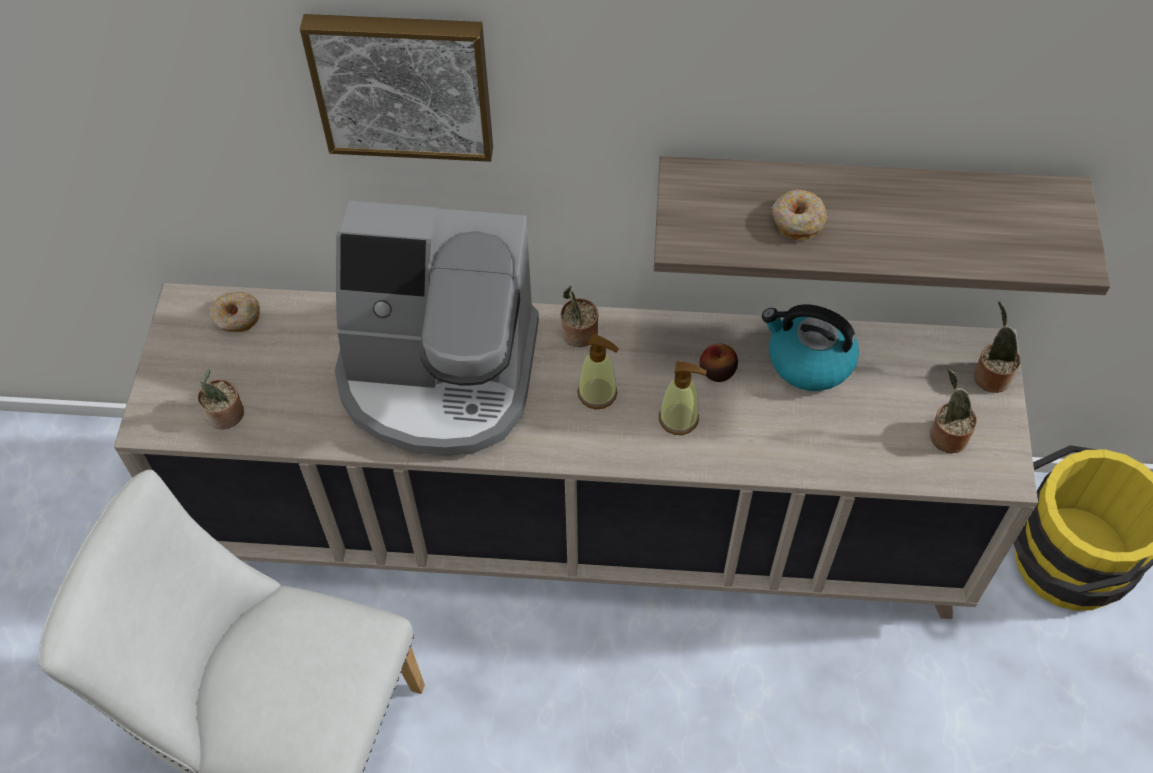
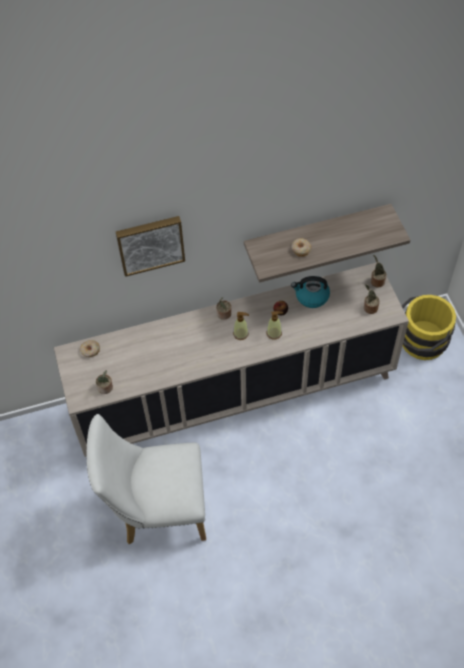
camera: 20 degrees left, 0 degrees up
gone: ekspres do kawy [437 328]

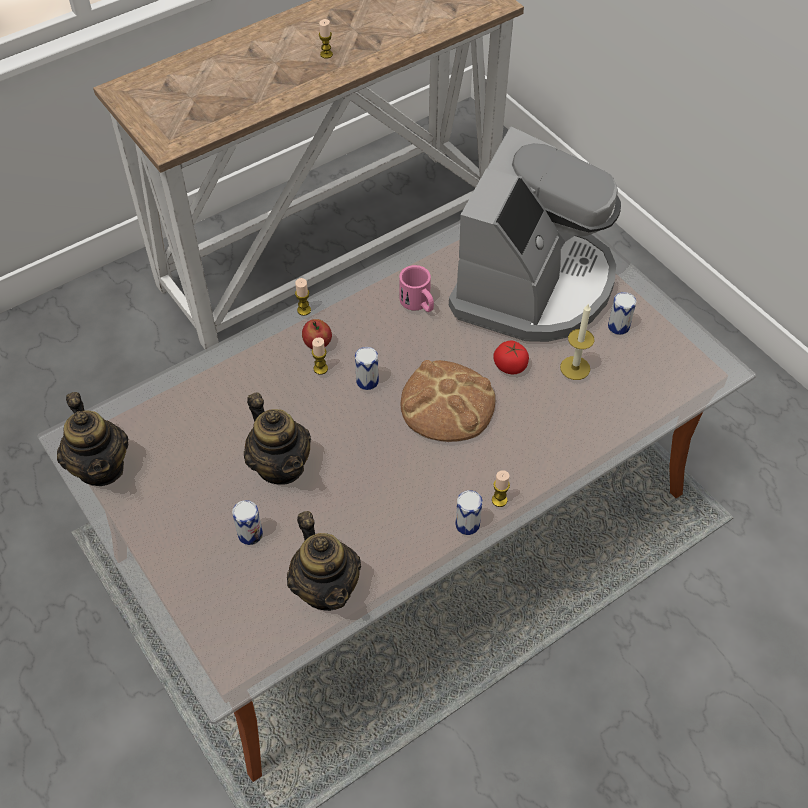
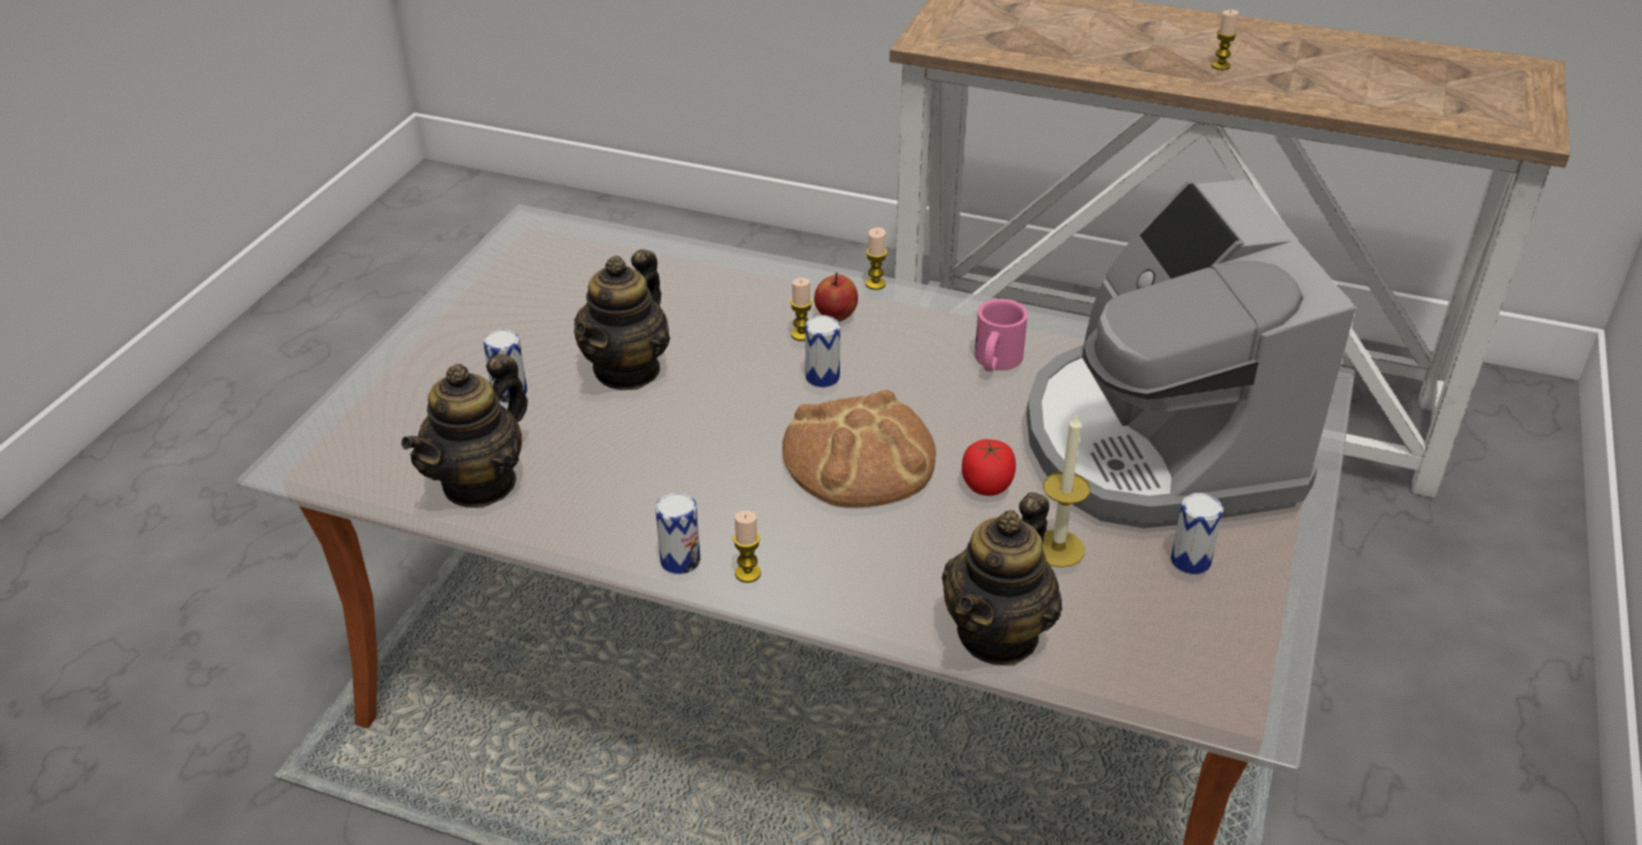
camera: 55 degrees right, 15 degrees down
shifted: imbryk [92 439] to [1002 579]
rotated: ekspres do kawy [535 234] = [1191 353] 90 degrees clockwise

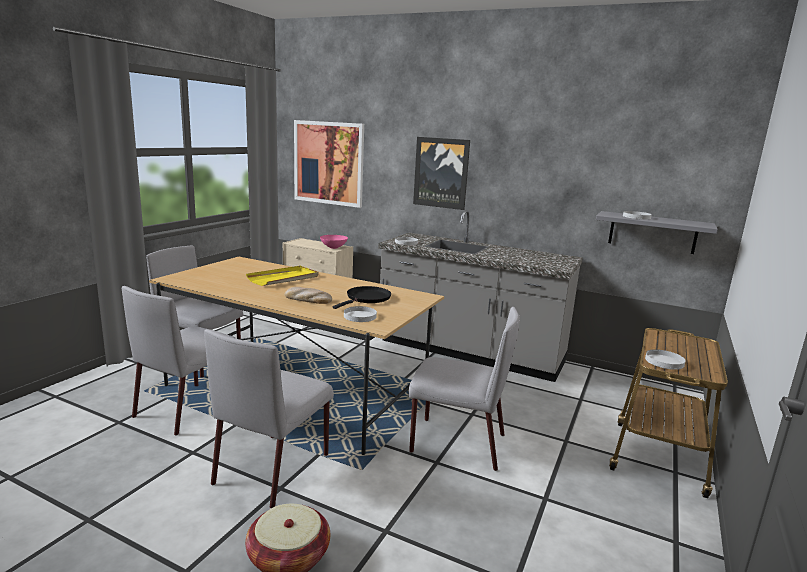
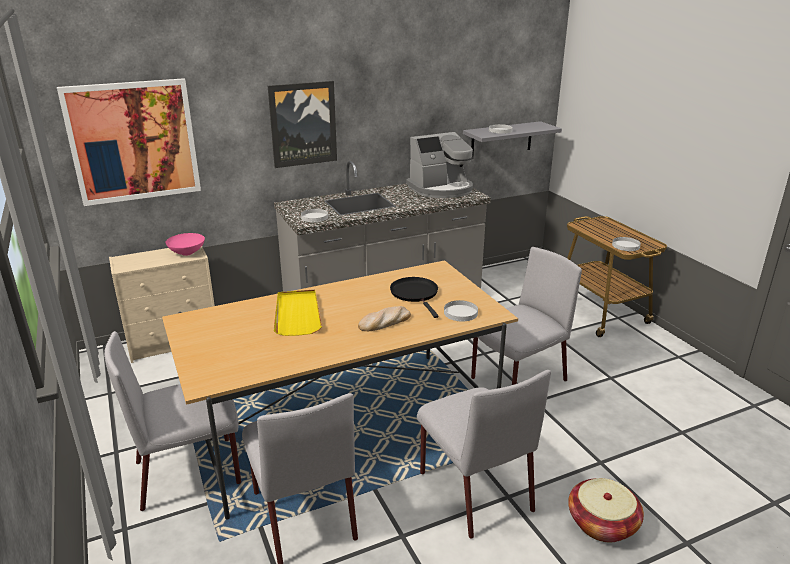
camera: 50 degrees left, 10 degrees up
new: ekspres do kawy [440 165]

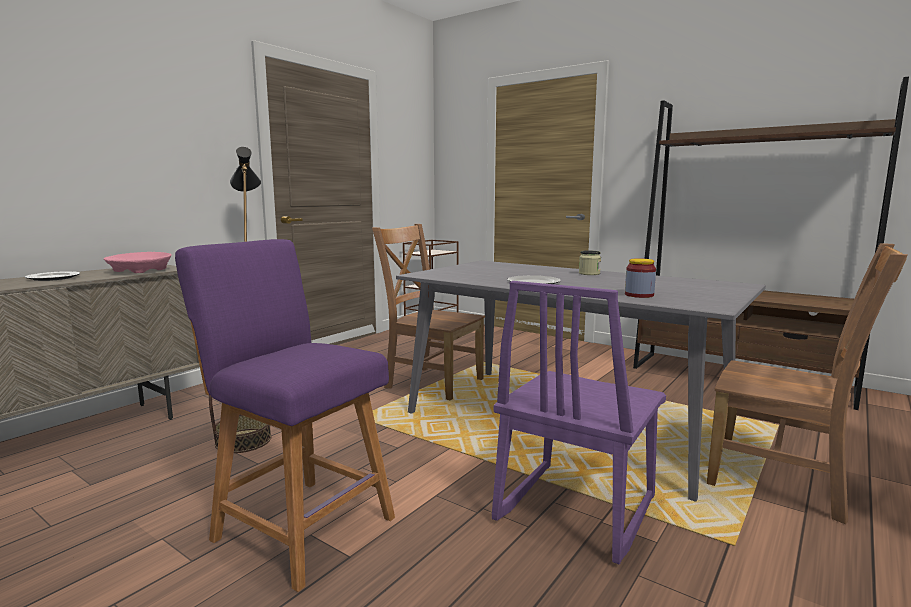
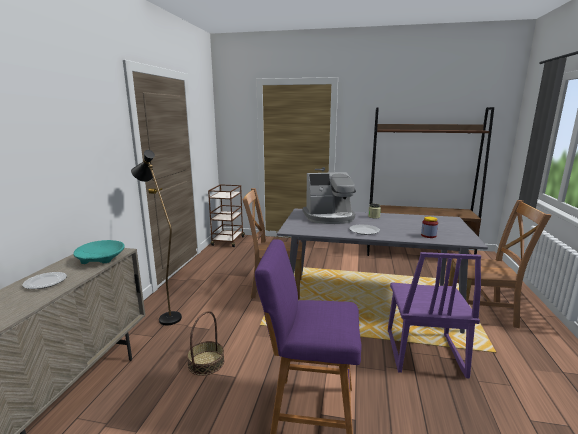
camera: 25 degrees left, 5 degrees up
new: ekspres do kawy [329 198]
repainted: miska/różowy [138 262] to miska/turkusowy [99 252]

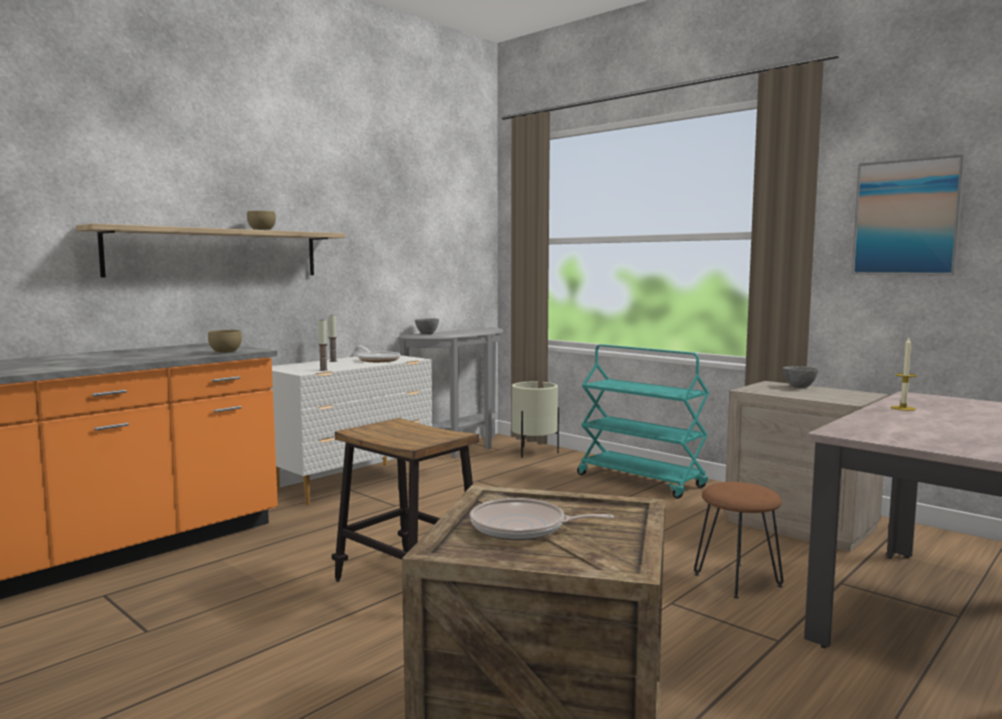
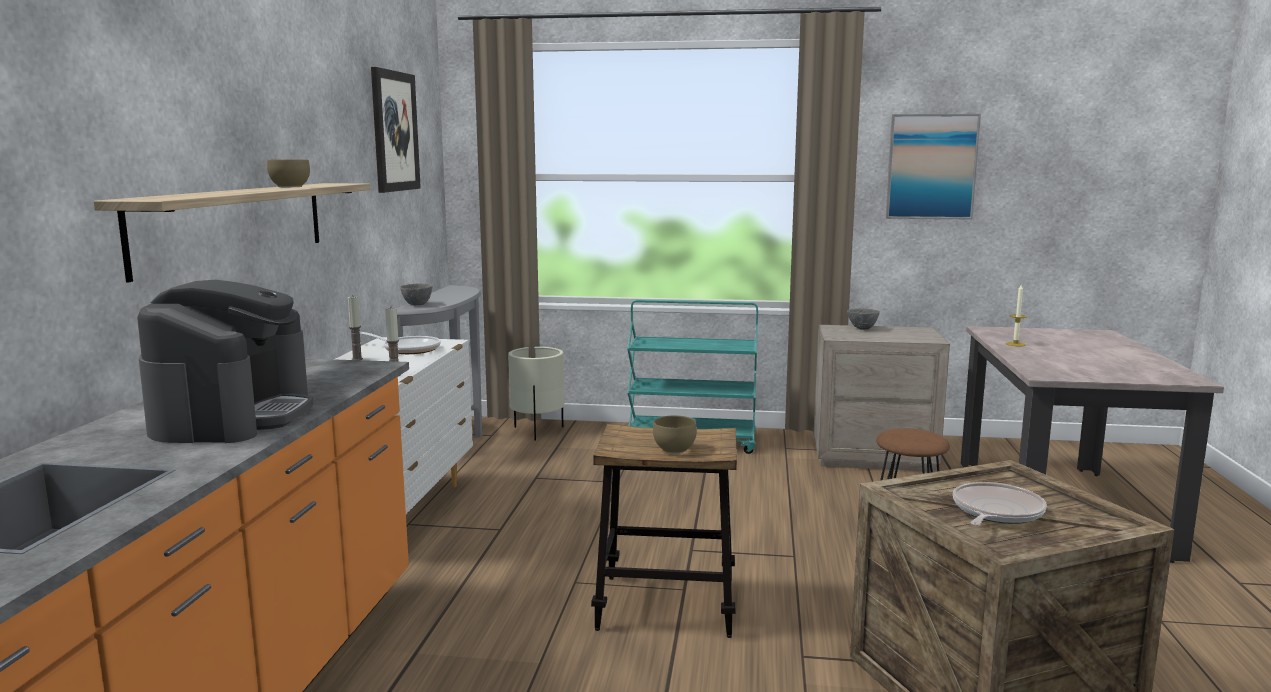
camera: 35 degrees left, 5 degrees up
new: obraz [396 130]; ekspres do kawy [225 361]
shifted: miska/brązowy [225 341] to [675 434]
rotated: patelnia [542 519] = [1000 504] 150 degrees clockwise

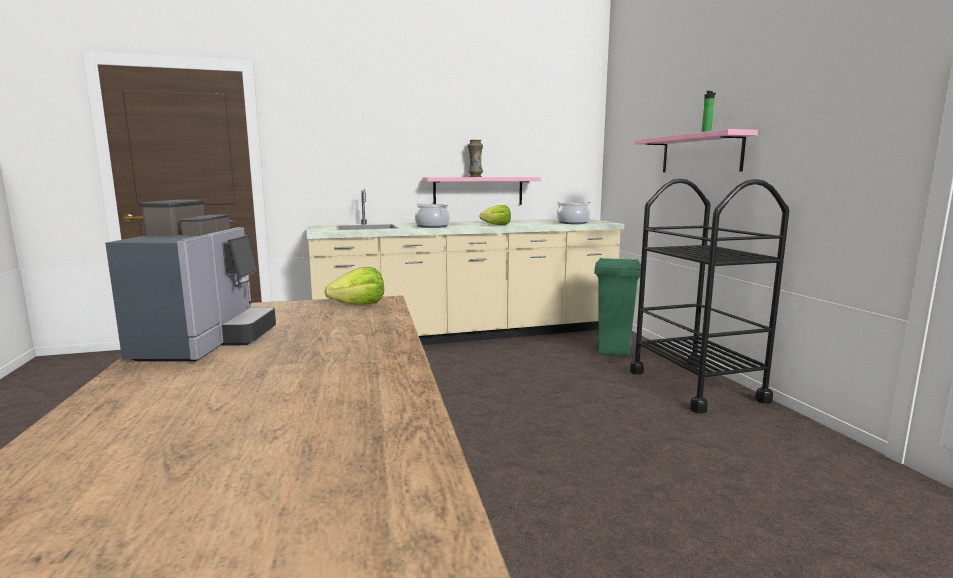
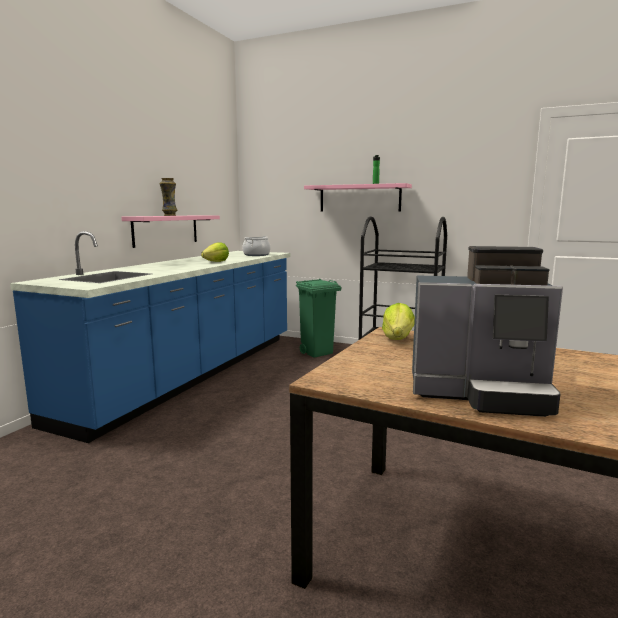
camera: 50 degrees left, 0 degrees up
gone: garnek [432 215]
repainted: zabudowa kuchenna/beżowy [465 267] to zabudowa kuchenna/niebieski [150 337]
rotated: ekspres do kawy [190 281] = [487 331] 150 degrees clockwise

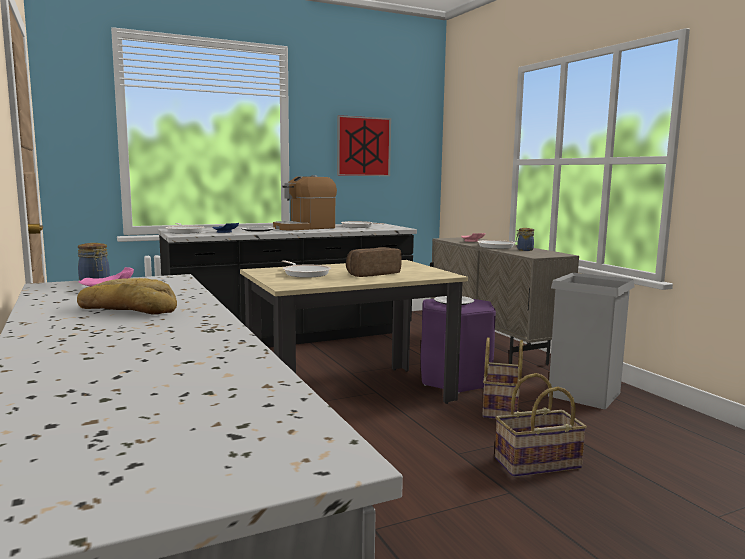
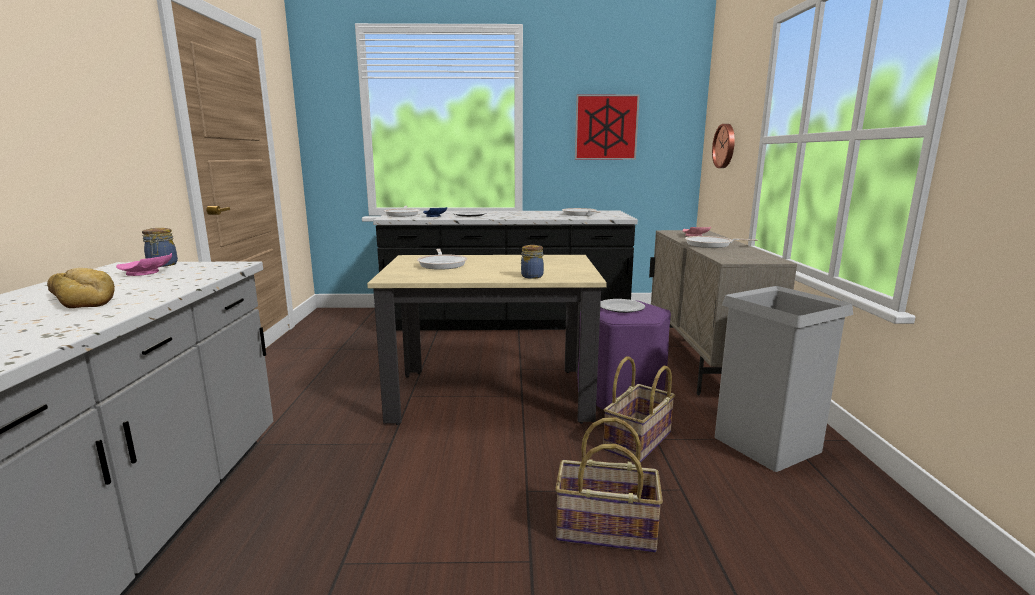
camera: 25 degrees right, 5 degrees up
gone: ekspres do kawy [305 203]; chleb [373 262]
new: zegar ścienny [723 146]
shifted: słoik [525 239] to [532 262]

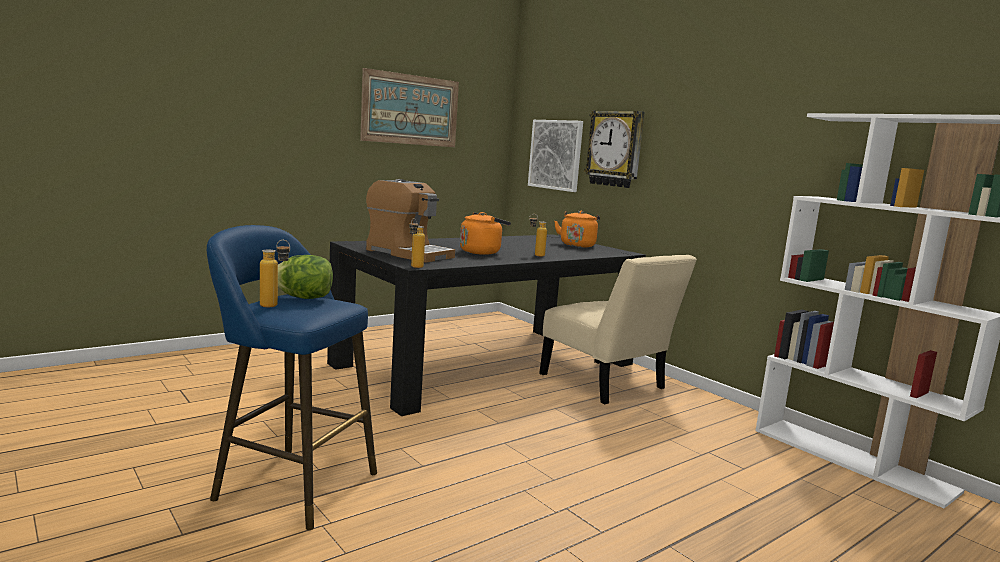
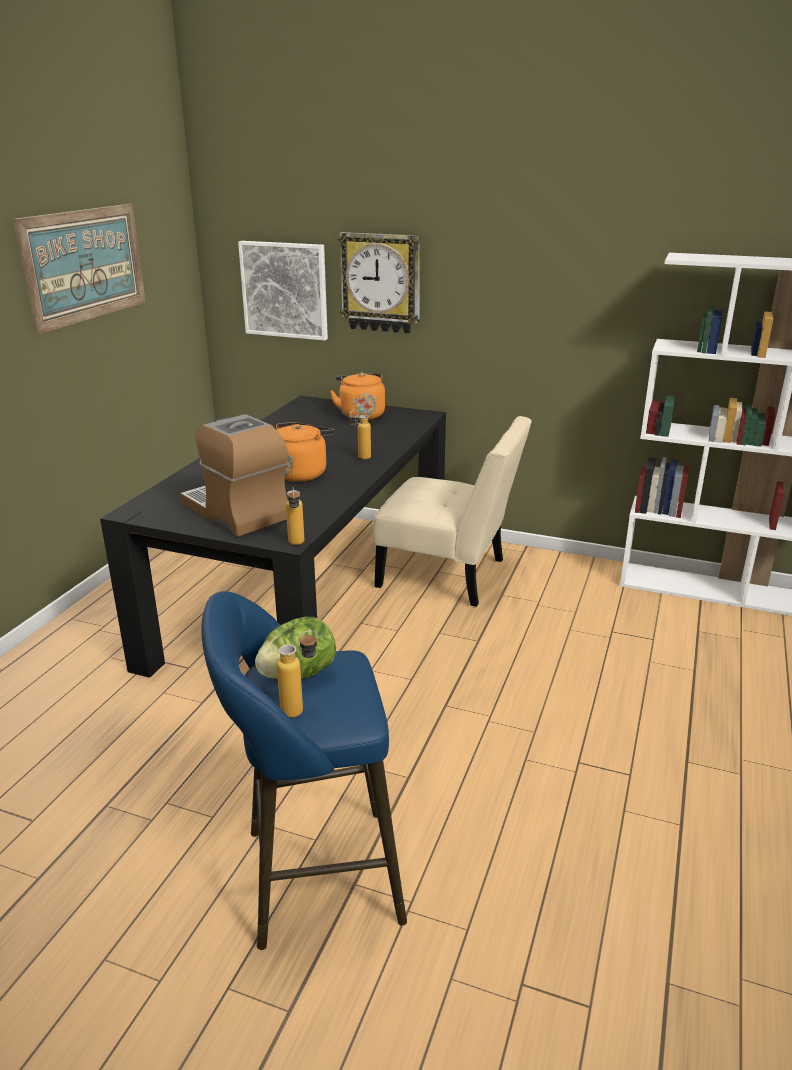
camera: 30 degrees left, 15 degrees up
rotated: ekspres do kawy [410 221] = [234 475] 135 degrees counterclockwise

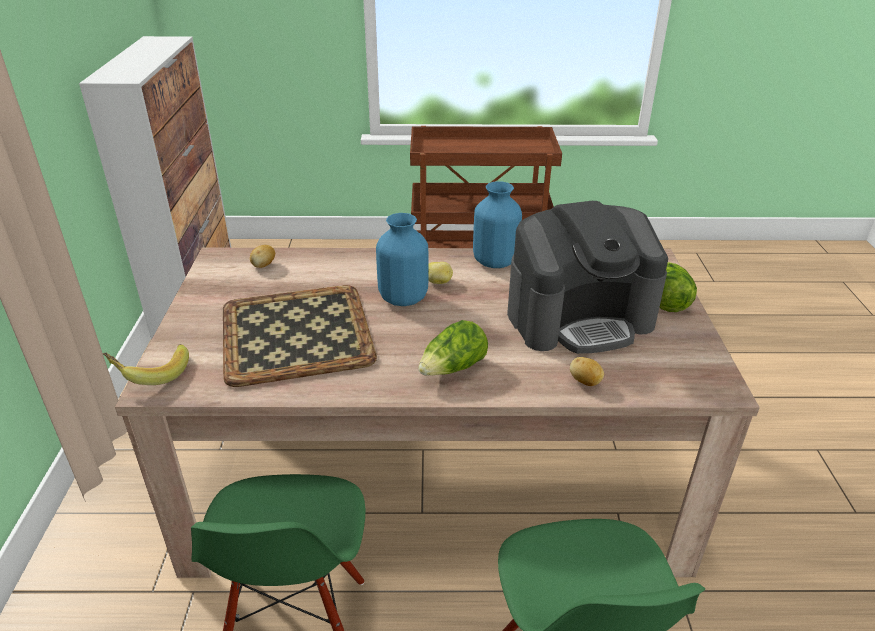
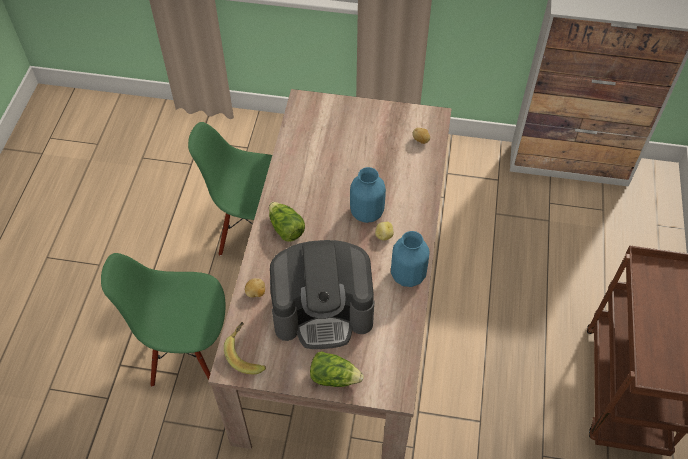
camera: 100 degrees right, 20 degrees up
gone: taca [300 336]
shifted: banan [146 364] to [245 348]
rotated: ekspres do kawy [587 277] = [322 294] 90 degrees counterclockwise

